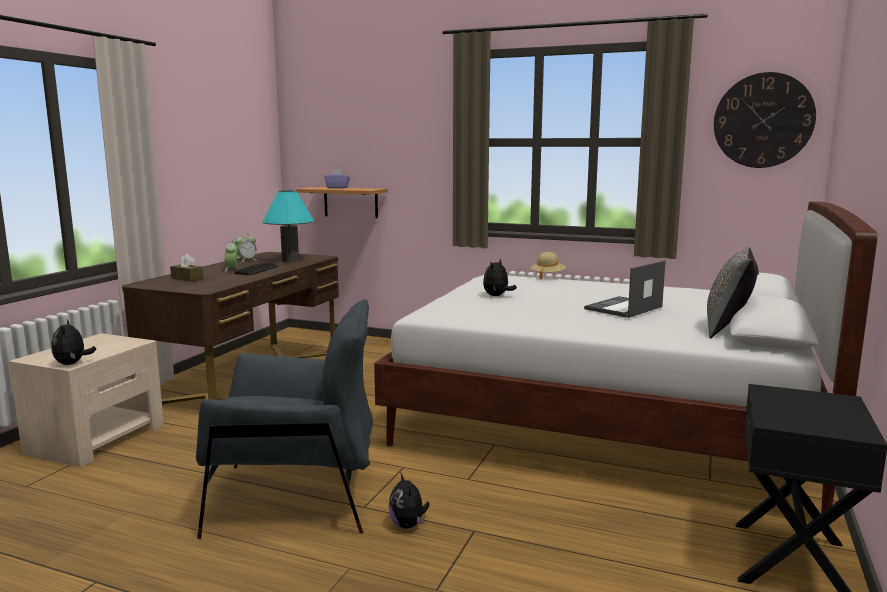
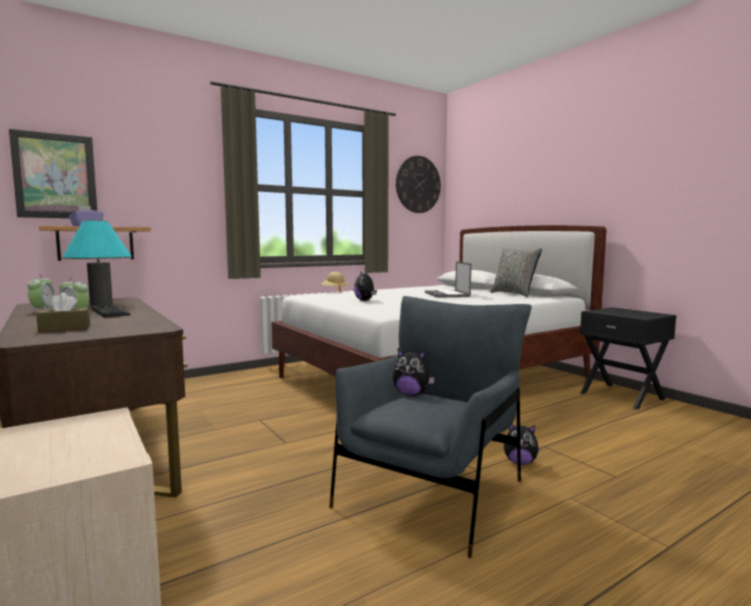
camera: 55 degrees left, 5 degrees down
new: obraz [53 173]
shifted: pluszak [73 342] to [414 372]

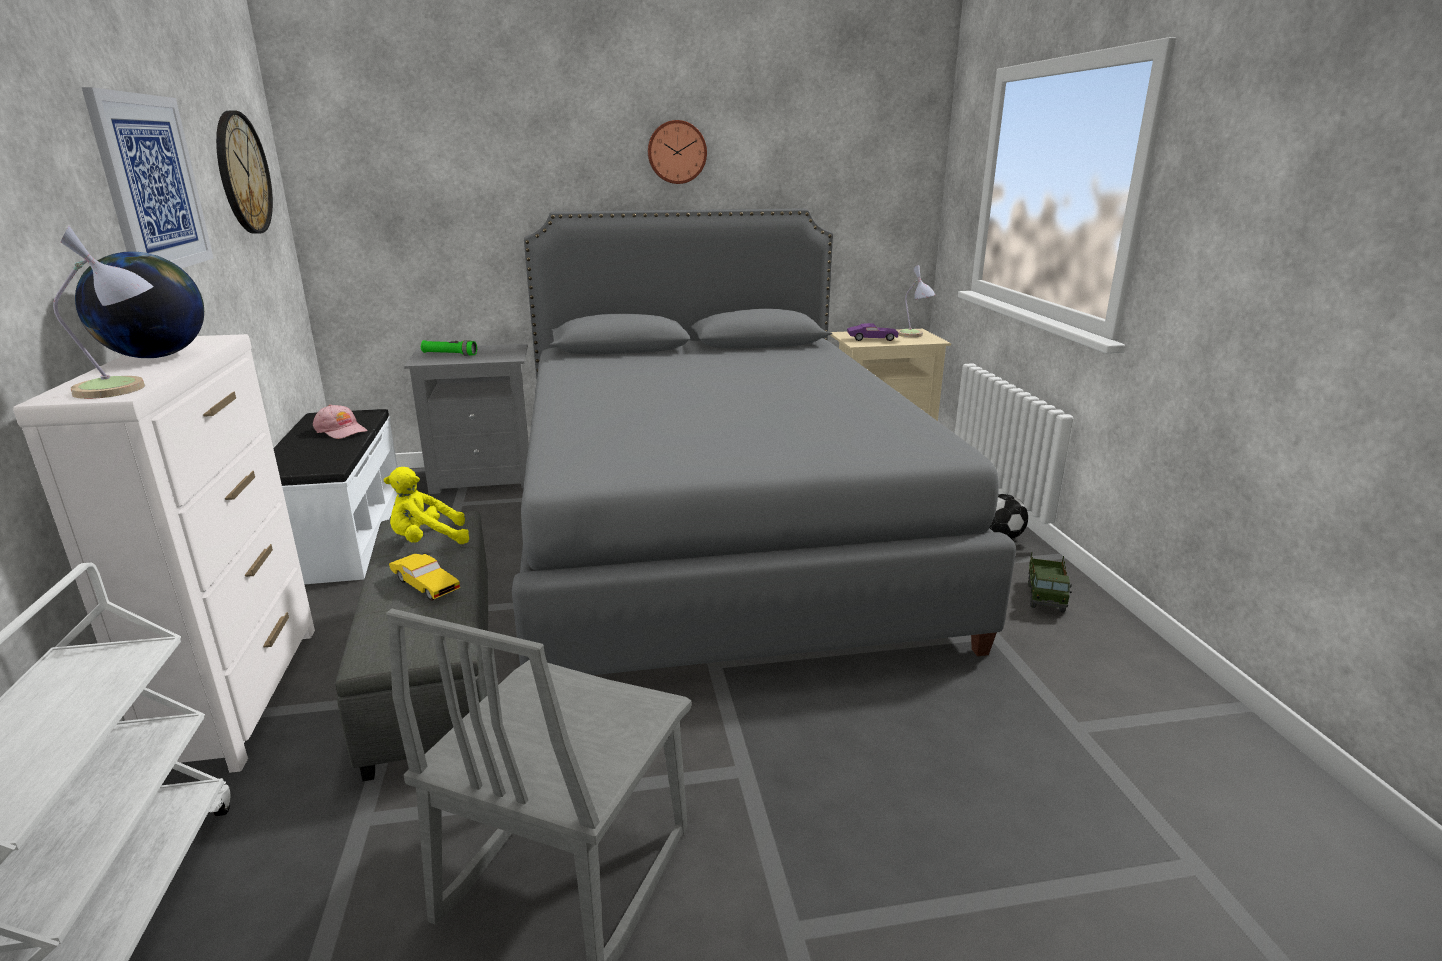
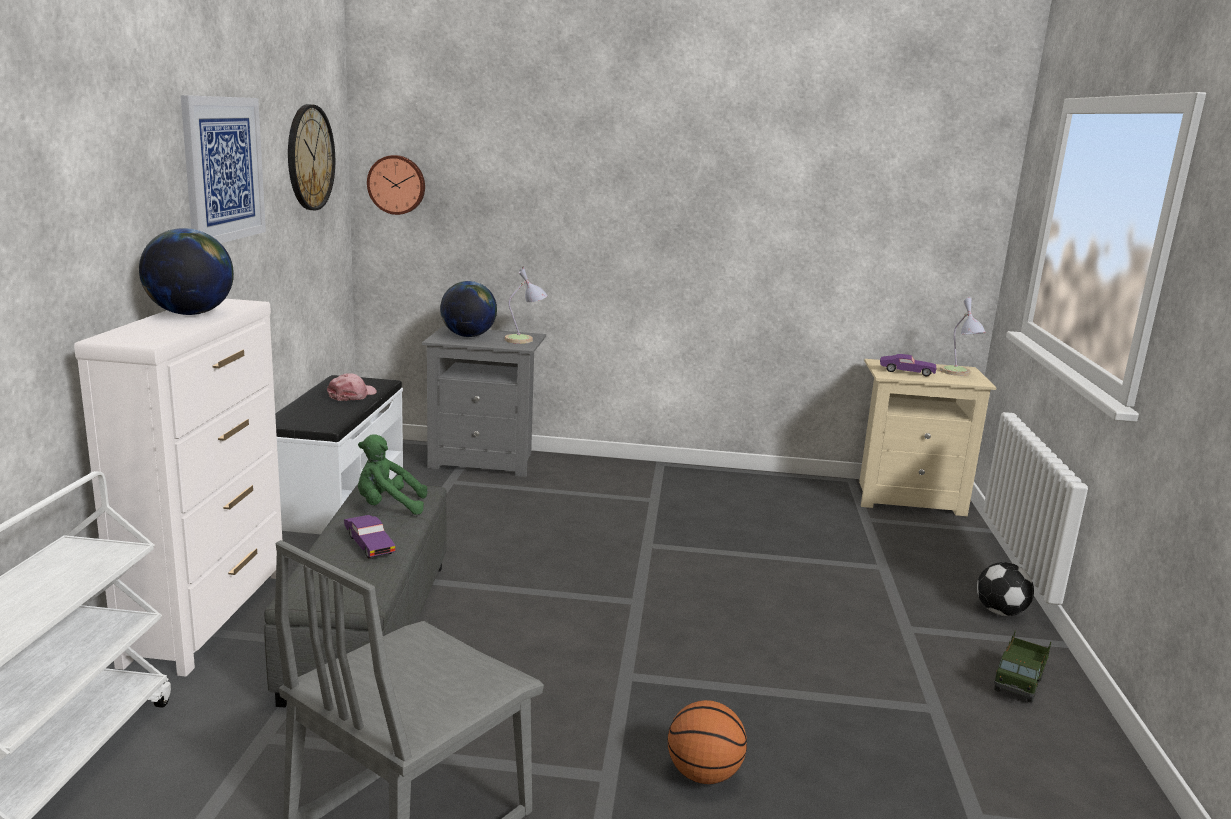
camera: 15 degrees right, 5 degrees down
gone: łóżko/szary [764 441]
new: piłka do koszykówki [707 742]
shifted: zegar ścienny [677 152] to [396 185]; lampa stołowa [103 312] to [526 305]
swapped: latarka/zielony [448 348] to globus [468 309]
repainted: pluszak/żółty [426 505] to pluszak/zielony [393 474]; samochodzik/żółty [424 577] to samochodzik/fioletowy [369 536]
rotated: czapka z daszkiem/różowy [340 422] = [352 387] 120 degrees counterclockwise

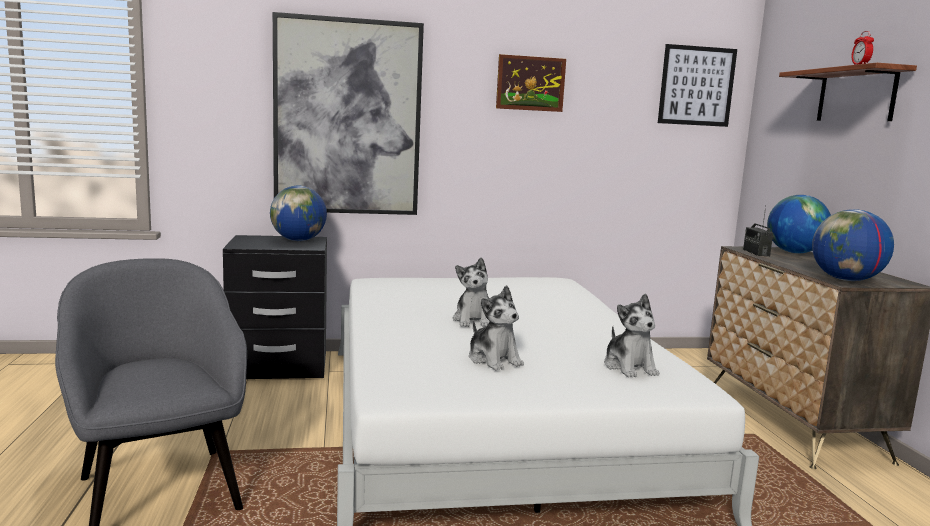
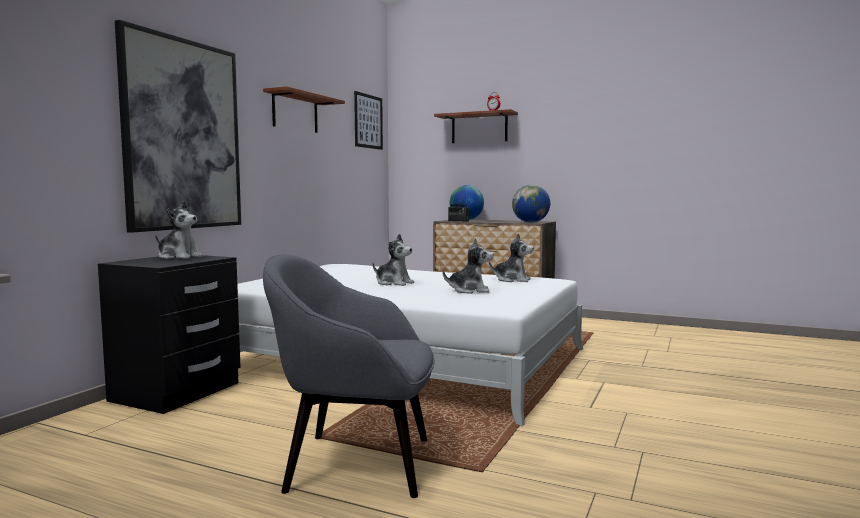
camera: 55 degrees left, 5 degrees down
swapped: obraz [531 83] to półka [304 109]; globus [298 213] to pluszak [179 230]

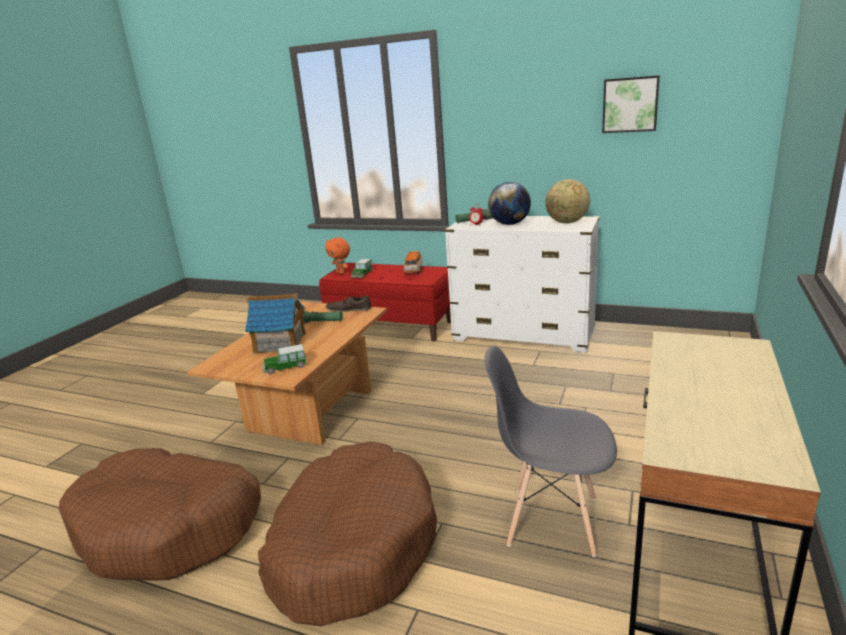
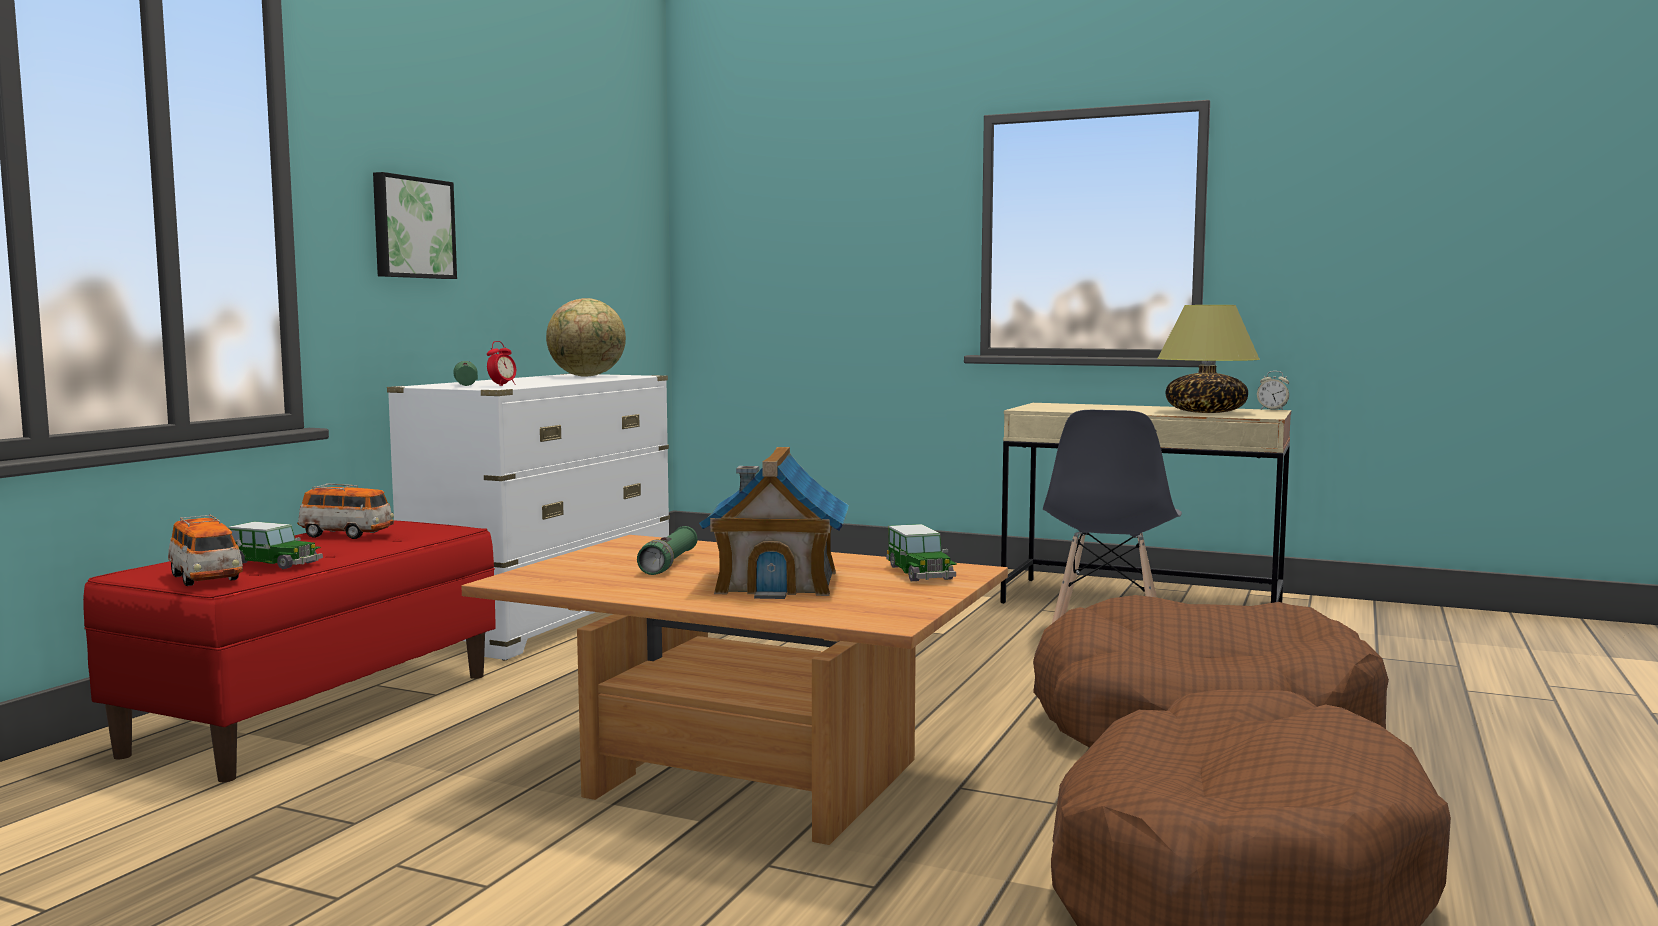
camera: 90 degrees left, 15 degrees down
gone: globus [509 203]; but/brązowy [348 304]
new: lampa stołowa [1208 359]; budzik [1273 390]
shifted: obraz [631 104] to [415 225]
swapped: pluszak/pomarańczowy [337 255] to samochodzik [205 550]

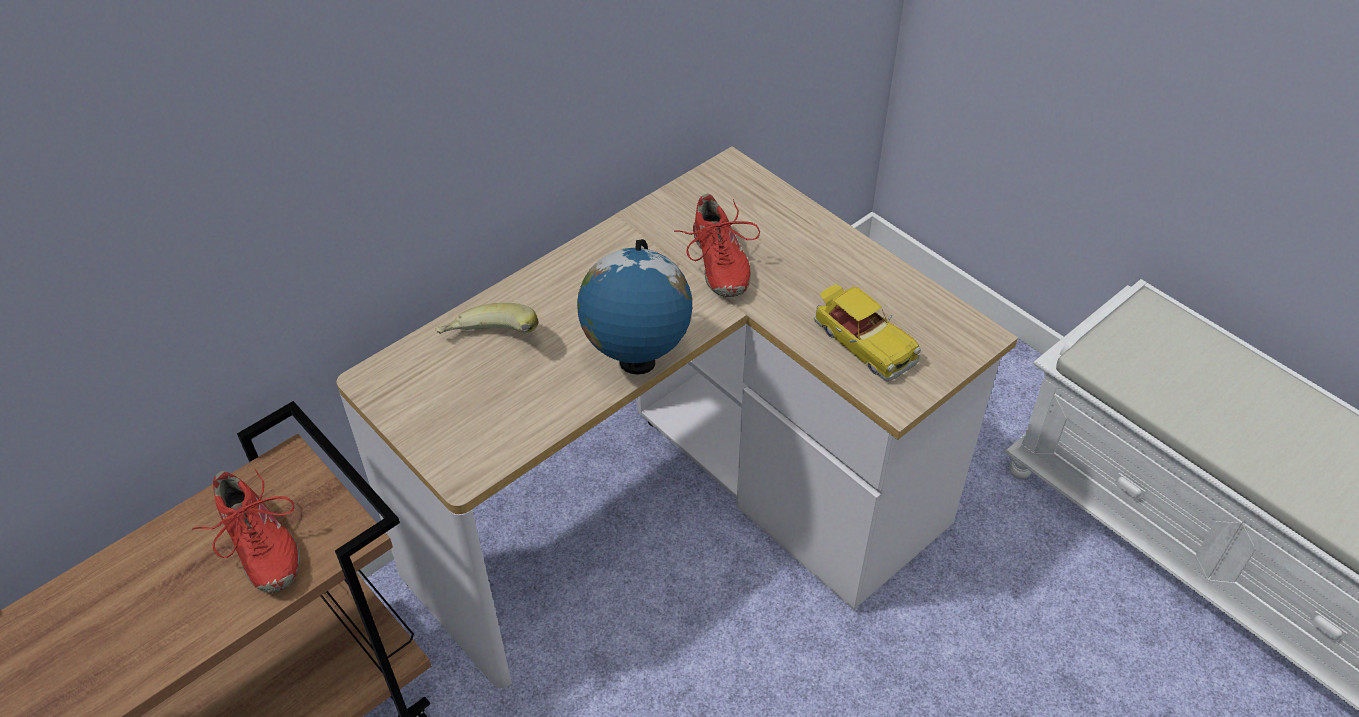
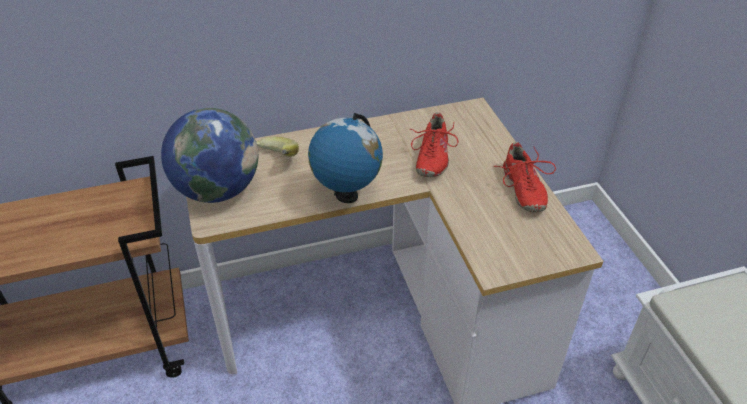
camera: 25 degrees right, 5 degrees down
gone: samochodzik [867 333]
new: globus [209 155]
shifted: but/czerwony [246 530] to [525 177]

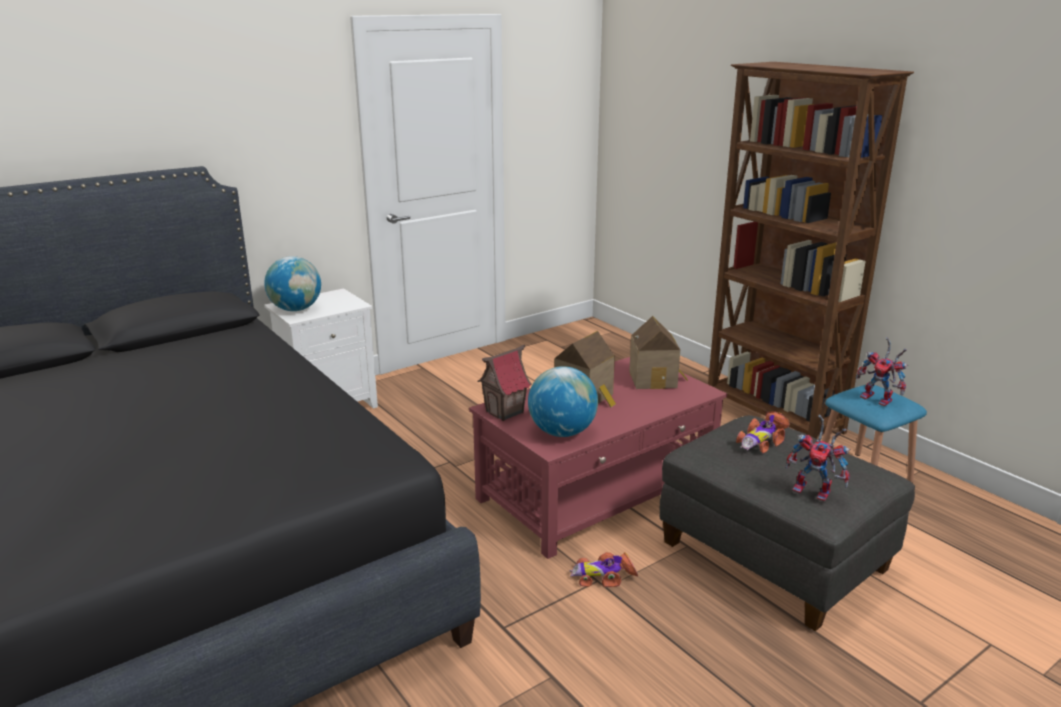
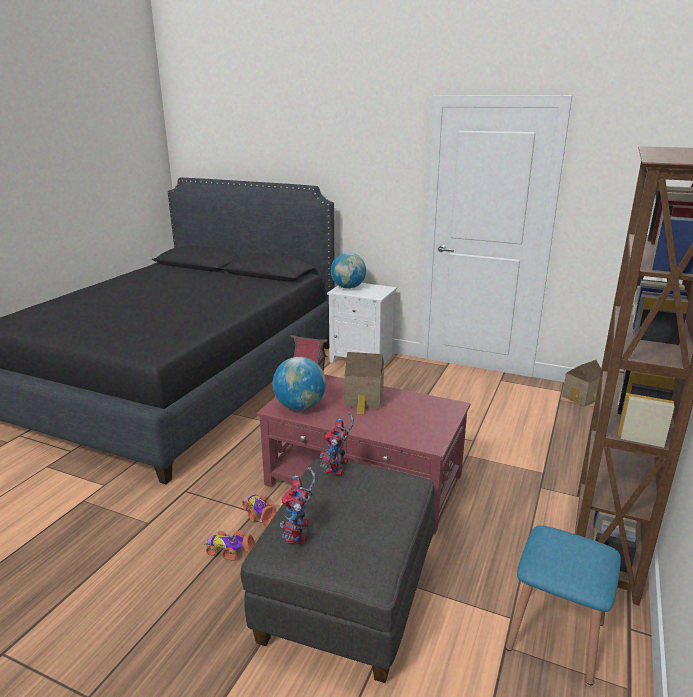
camera: 60 degrees right, 0 degrees up
shifted: domek [658 352] to [581 383]; robot zabawkowy [882 371] to [337 444]; samochodzik [763 432] to [229 546]

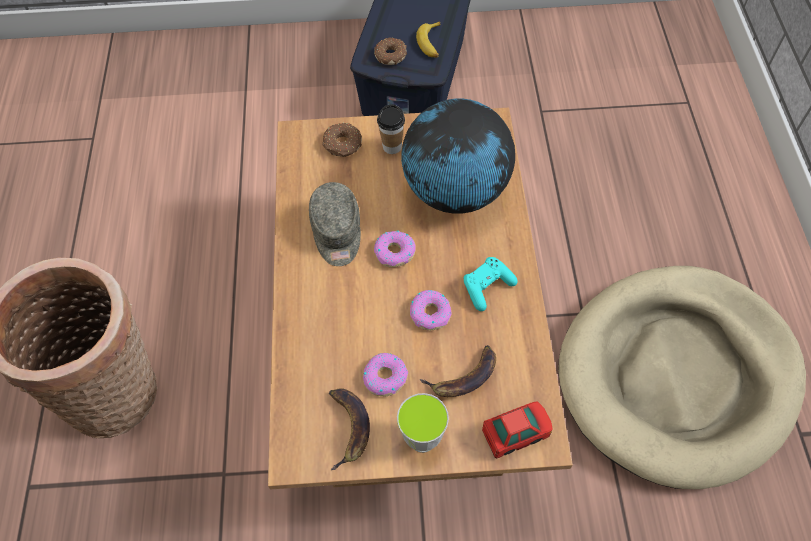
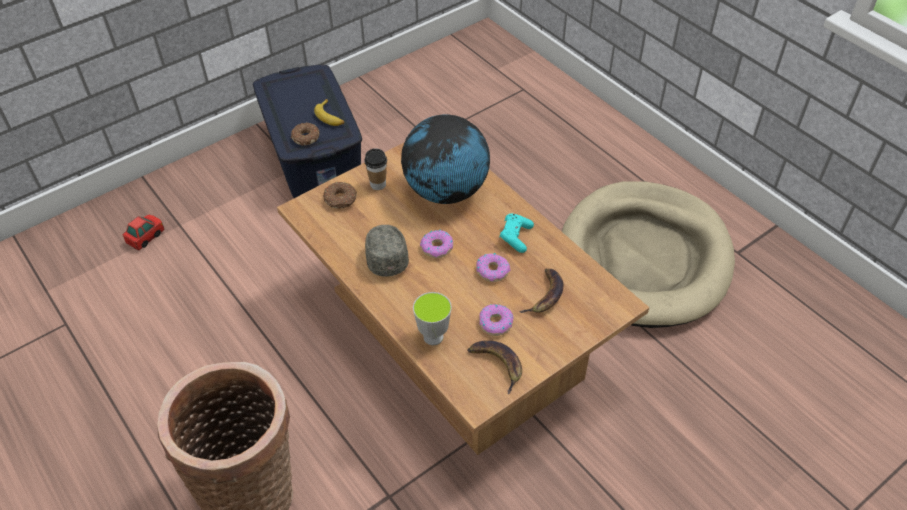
camera: 35 degrees left, 10 degrees down
shifted: filiżanka [423 423] to [432 318]; samochodzik [517 430] to [143 232]
rotated: czapka z daszkiem/szary [335 224] = [387 251] 150 degrees counterclockwise

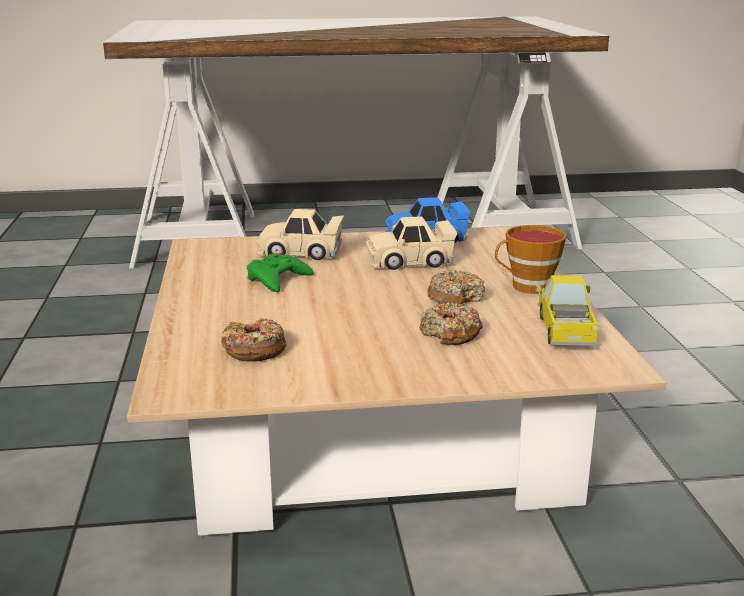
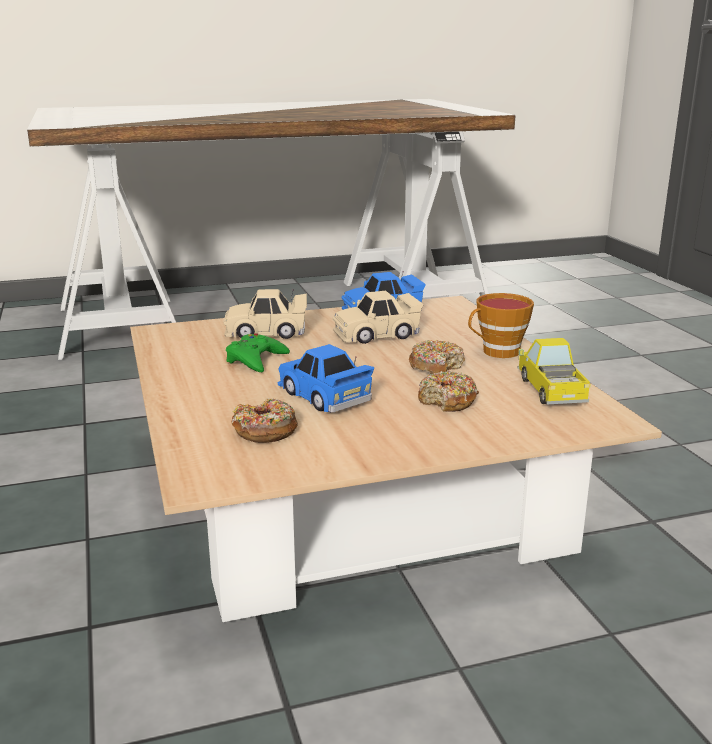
camera: 10 degrees left, 0 degrees up
new: samochodzik/niebieski [326 378]

